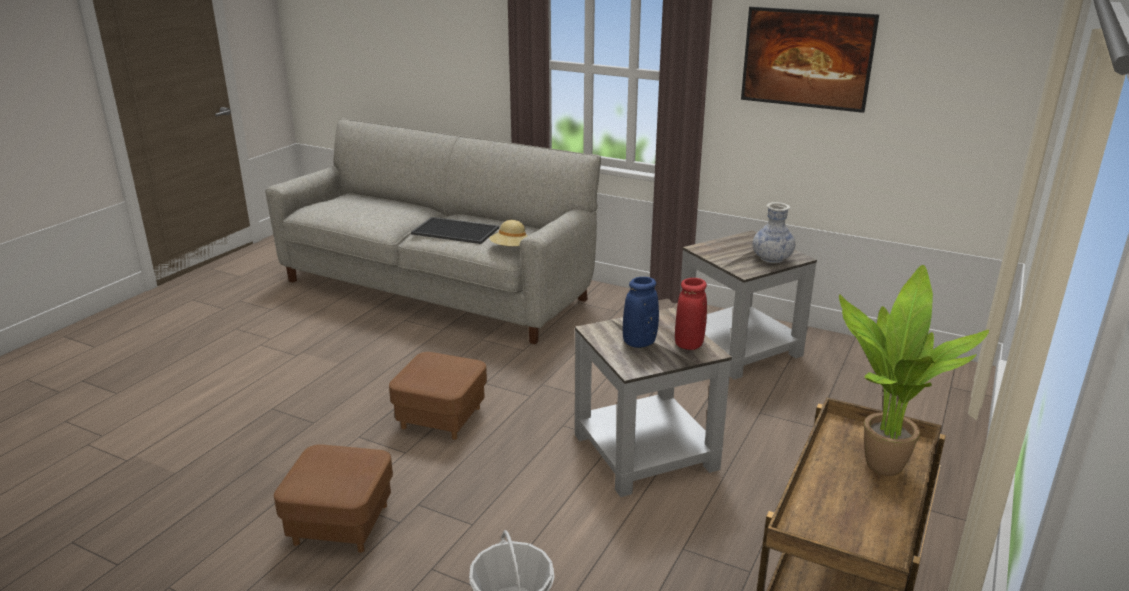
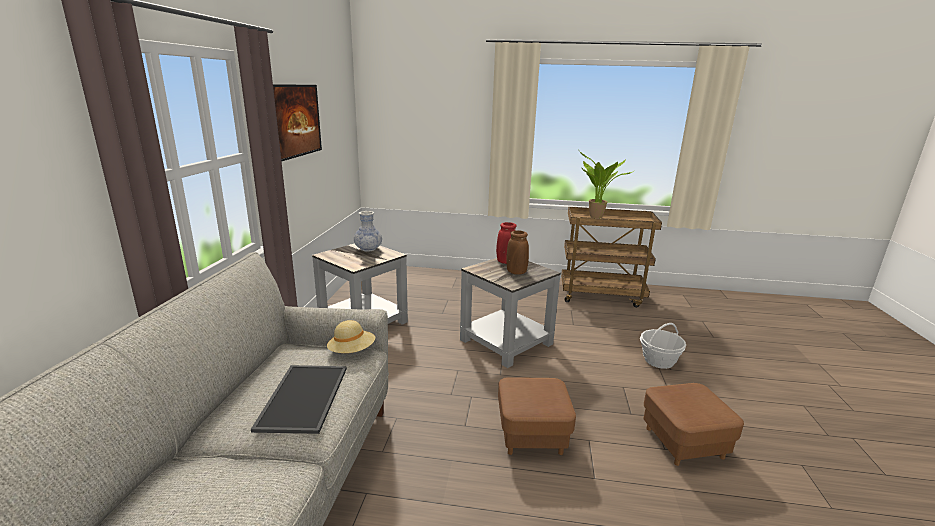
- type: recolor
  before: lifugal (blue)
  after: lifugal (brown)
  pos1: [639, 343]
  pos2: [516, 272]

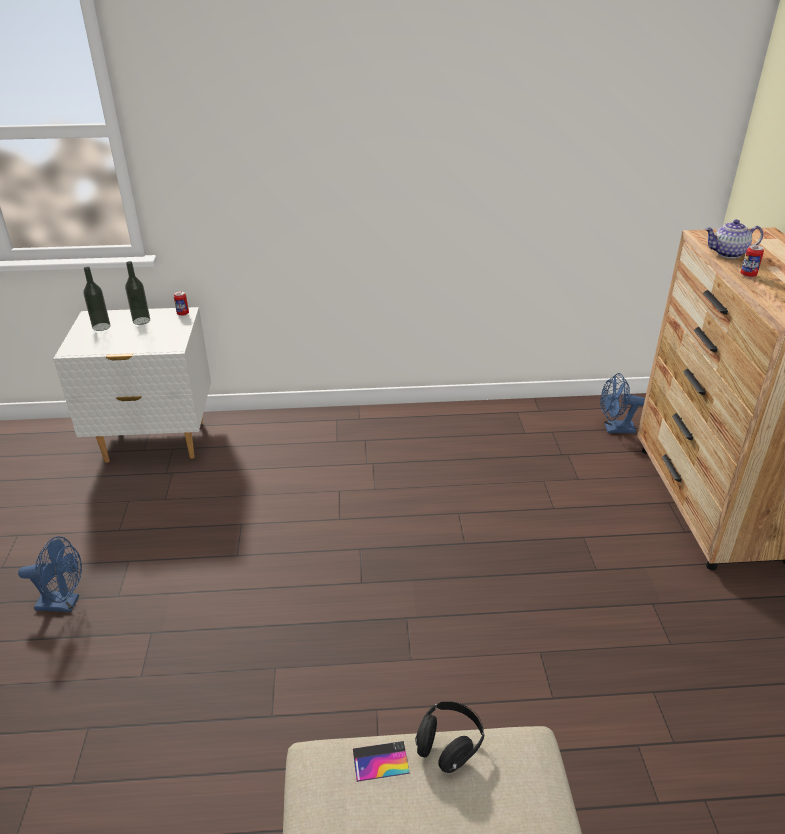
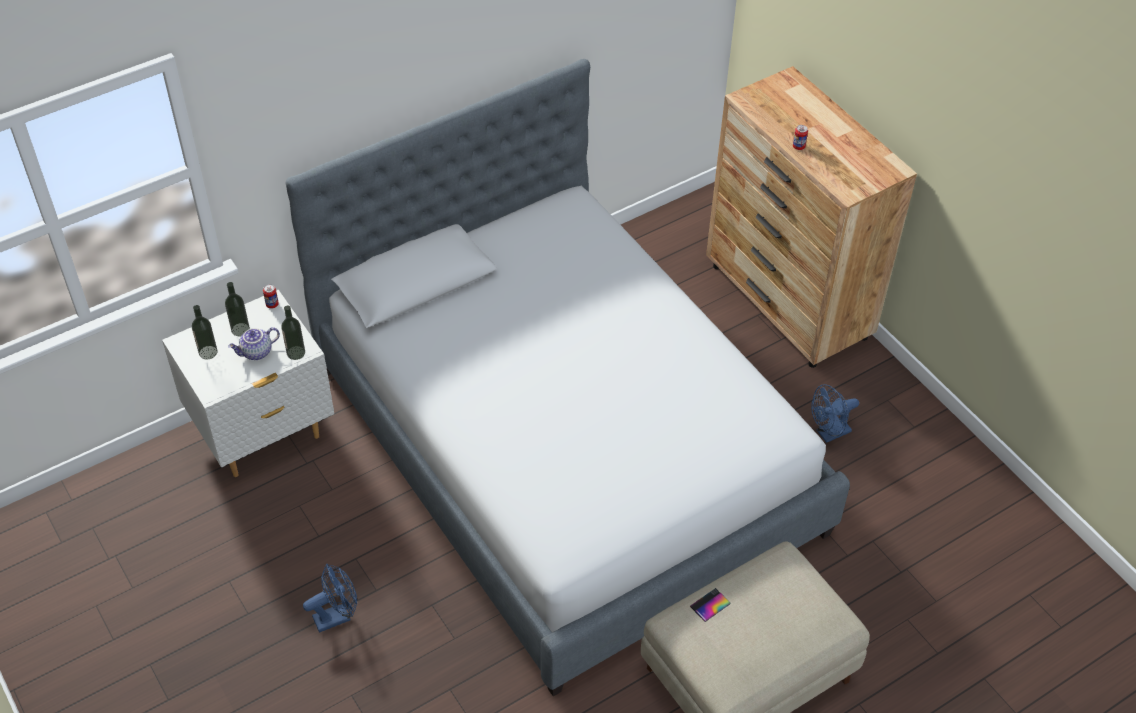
- type: move
  before: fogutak
  pos1: [728, 254]
  pos2: [256, 353]
- type: insert
  after: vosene
  pos2: [296, 353]
- type: insert
  after: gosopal
  pos2: [566, 449]
- type: move
  before: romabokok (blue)
  pos1: [614, 429]
  pos2: [829, 434]
- type: delete
  before: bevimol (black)
  pos1: [449, 745]

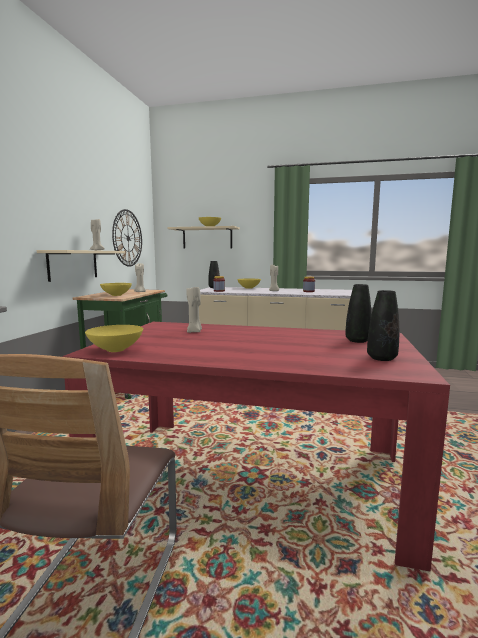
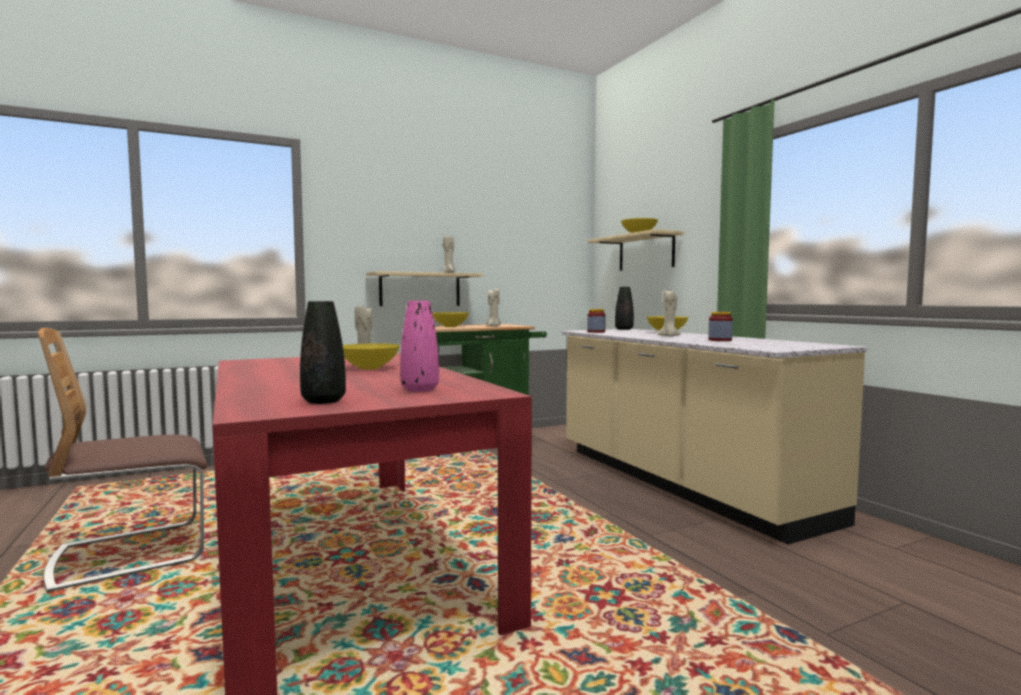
- type: move
  before: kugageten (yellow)
  pos1: [116, 349]
  pos2: [370, 368]
- type: recolor
  before: lifugal (black)
  after: lifugal (pink)
  pos1: [357, 340]
  pos2: [420, 389]
- type: delete
  before: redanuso
  pos1: [128, 238]

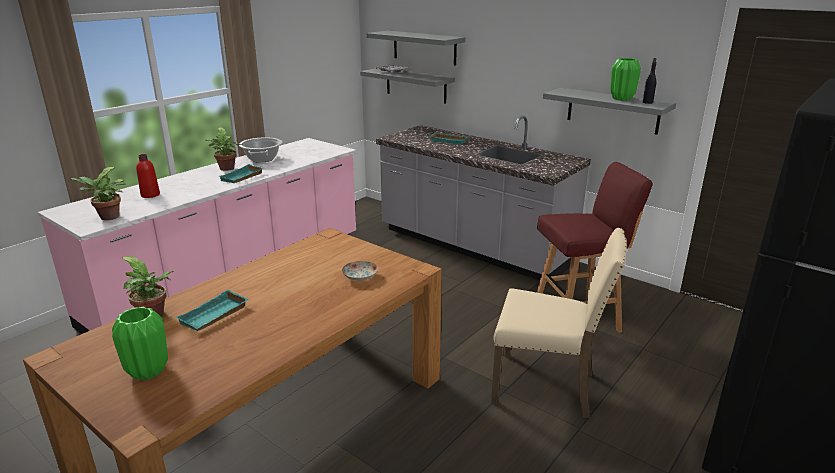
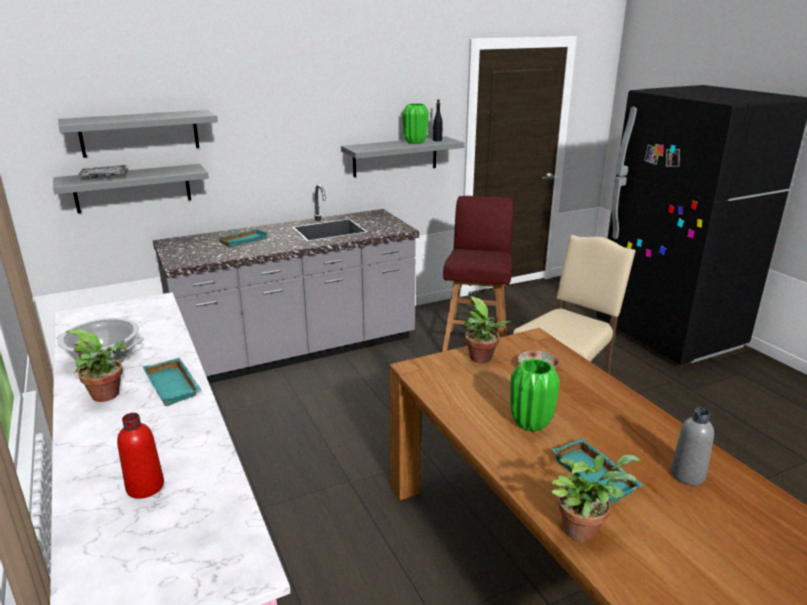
- type: move
  before: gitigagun
  pos1: [107, 217]
  pos2: [482, 359]
- type: move
  before: lifugal (green)
  pos1: [148, 371]
  pos2: [530, 423]
- type: insert
  after: vosene (grey)
  pos2: [687, 475]

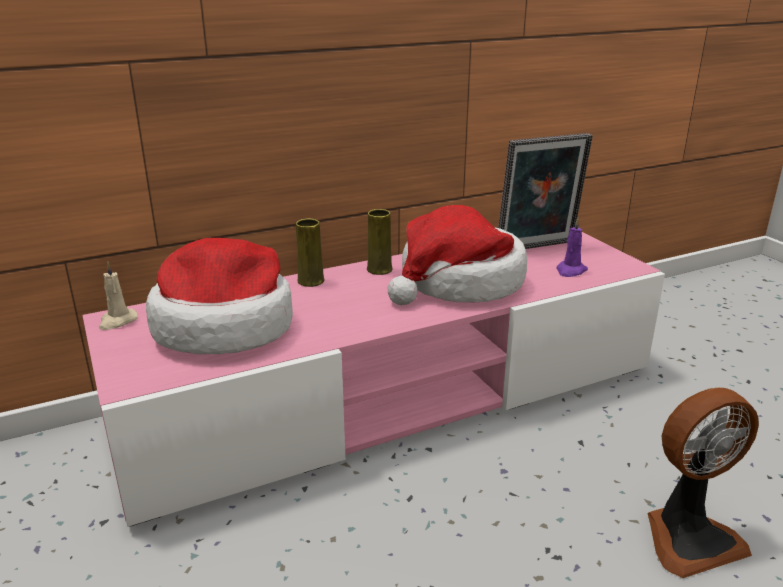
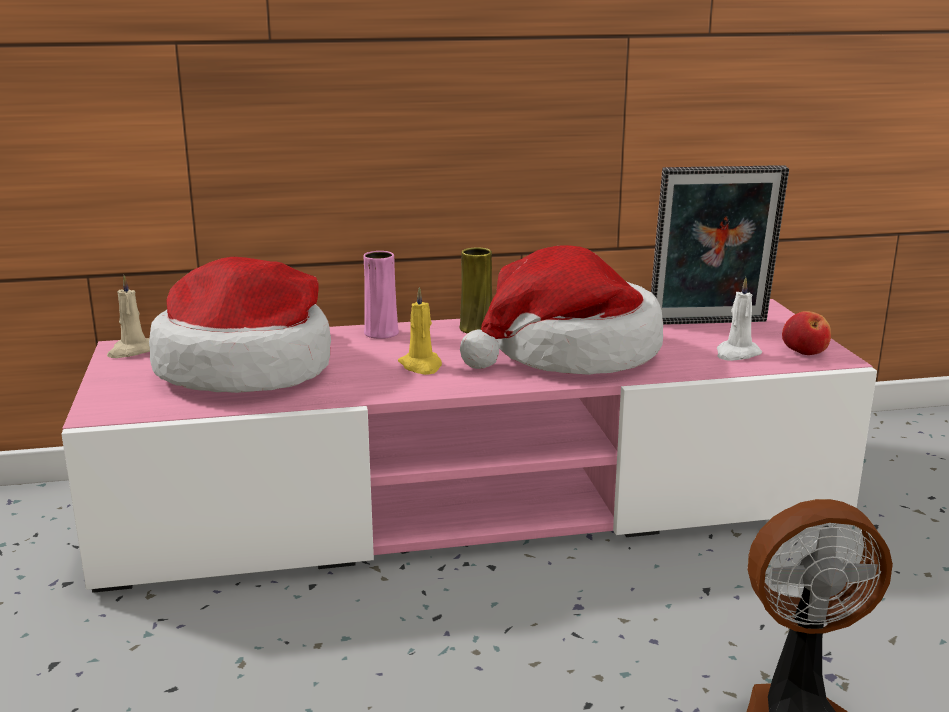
- type: recolor
  before: lifugal (yellow)
  after: lifugal (pink)
  pos1: [311, 281]
  pos2: [381, 333]
- type: insert
  after: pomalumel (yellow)
  pos2: [421, 366]
- type: recolor
  before: pomalumel (purple)
  after: pomalumel (white)
  pos1: [570, 271]
  pos2: [736, 354]
- type: insert
  after: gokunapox
  pos2: [804, 351]

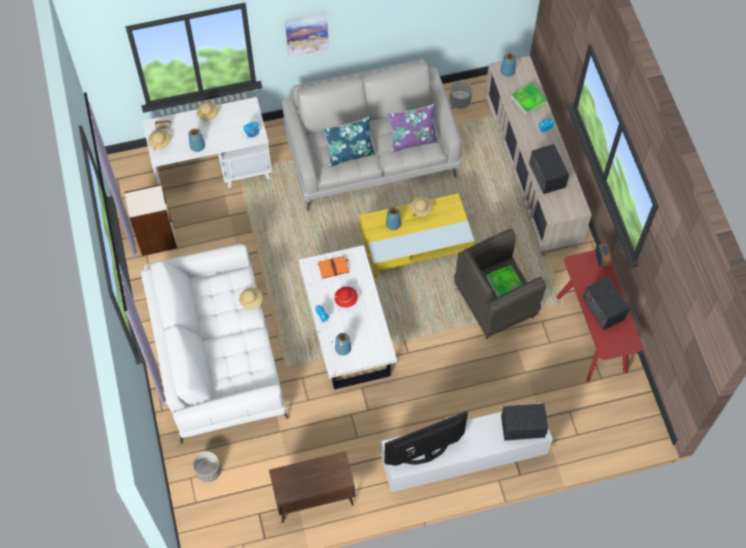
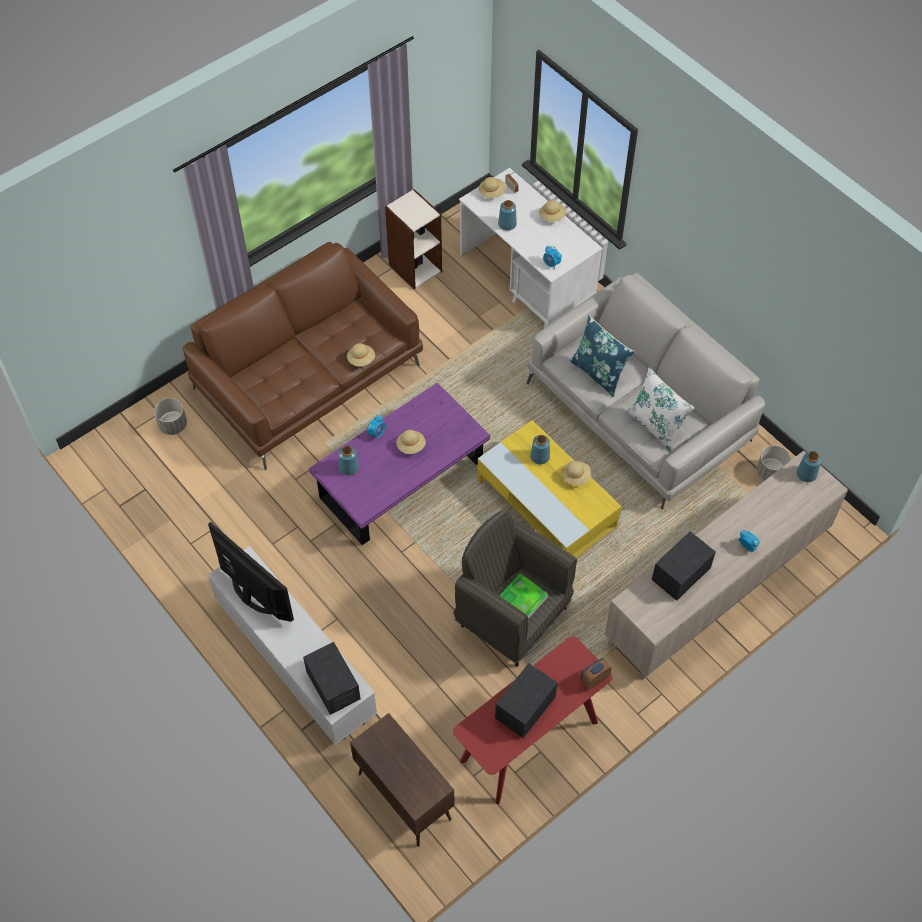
- type: recolor
  before: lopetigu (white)
  after: lopetigu (brown)
  pos1: [217, 354]
  pos2: [309, 376]
- type: recolor
  before: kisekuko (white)
  after: kisekuko (purple)
  pos1: [347, 327]
  pos2: [402, 479]
- type: move
  before: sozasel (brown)
  pos1: [313, 499]
  pos2: [403, 796]
- type: recolor
  before: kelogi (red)
  after: kelogi (beige)
  pos1: [346, 299]
  pos2: [411, 446]
- type: recolor
  before: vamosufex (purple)
  after: vamosufex (white)
  pos1: [412, 140]
  pos2: [656, 425]
- type: delete
  before: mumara
  pos1: [306, 34]
- type: delete
  before: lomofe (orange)
  pos1: [334, 267]
- type: delete
  before: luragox
  pos1: [528, 100]

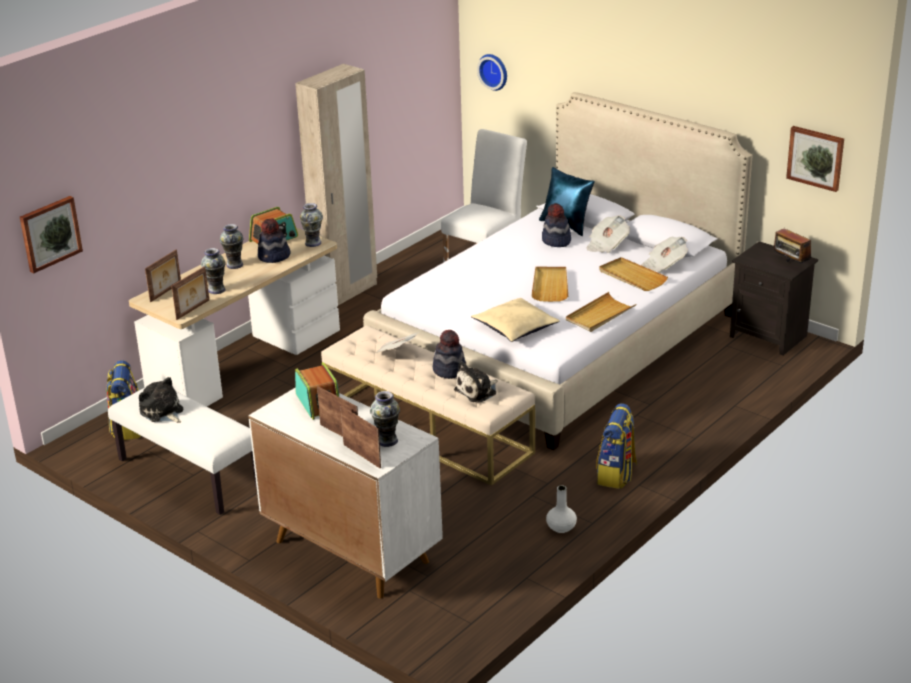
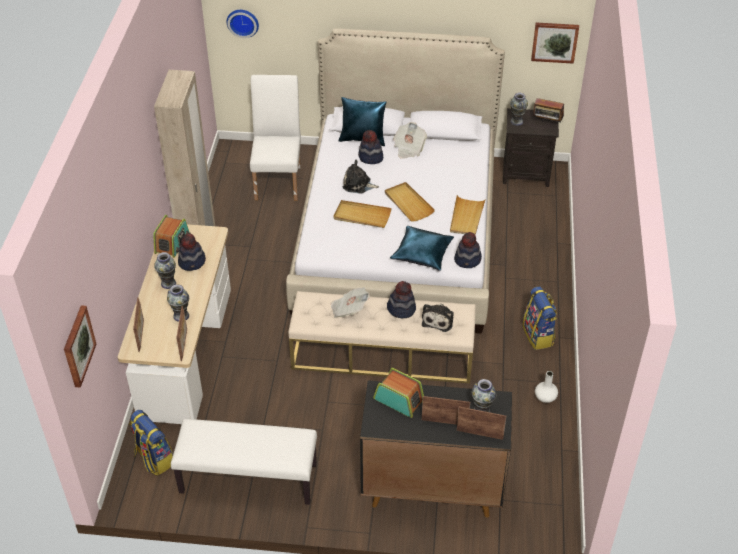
- type: move
  before: luragox (beige)
  pos1: [632, 277]
  pos2: [362, 216]
- type: move
  before: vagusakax
  pos1: [162, 412]
  pos2: [358, 185]
- type: recolor
  before: sozasel (white)
  after: sozasel (black)
  pos1: [350, 551]
  pos2: [431, 487]
- type: recolor
  before: vamosufex (beige)
  after: vamosufex (blue)
  pos1: [516, 328]
  pos2: [422, 253]
- type: insert
  after: kelogi
  pos2: [468, 260]
- type: move
  before: lifugal
  pos1: [312, 243]
  pos2: [516, 121]
- type: delete
  before: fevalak
  pos1: [664, 265]

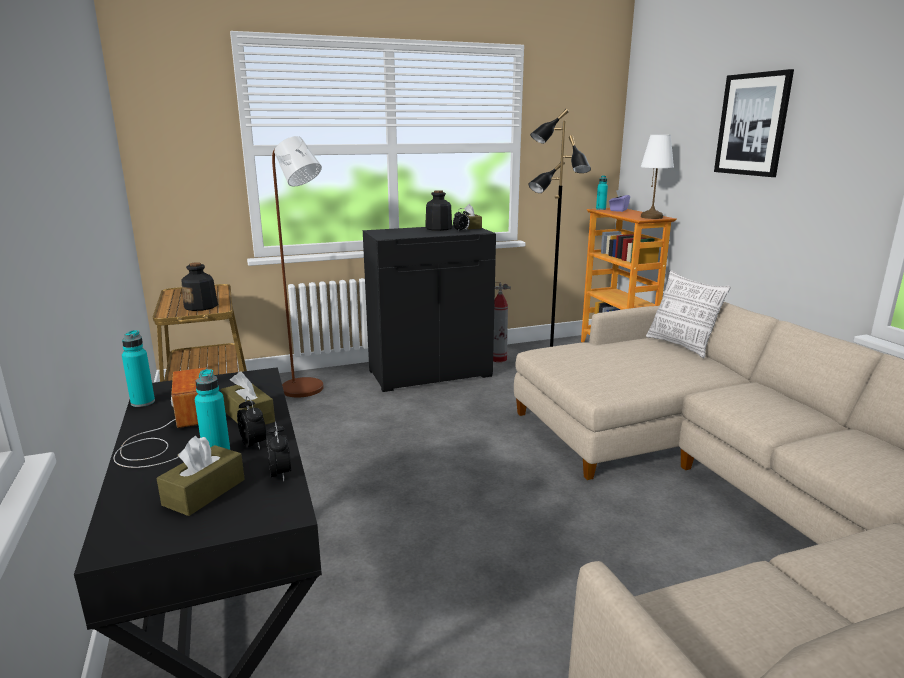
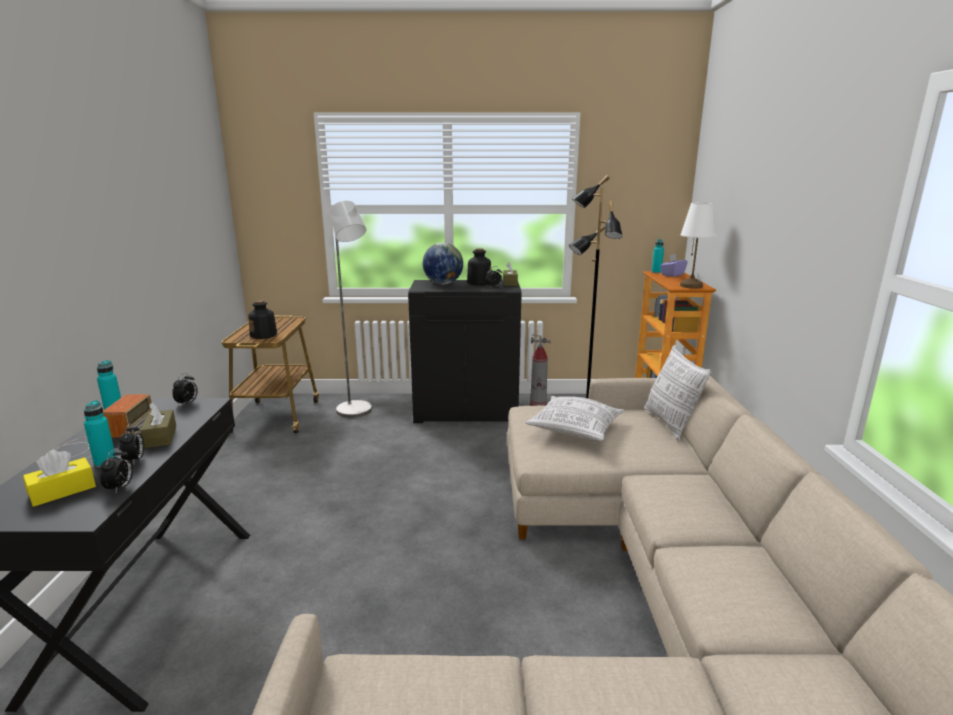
- type: recolor
  before: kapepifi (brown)
  after: kapepifi (yellow)
  pos1: [204, 492]
  pos2: [62, 491]
- type: insert
  after: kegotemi
  pos2: [187, 403]
- type: recolor
  before: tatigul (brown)
  after: tatigul (grey)
  pos1: [308, 390]
  pos2: [357, 412]
- type: insert
  after: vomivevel
  pos2: [443, 283]
- type: insert
  after: vamosufex
  pos2: [574, 429]
- type: delete
  before: mumara
  pos1: [752, 124]

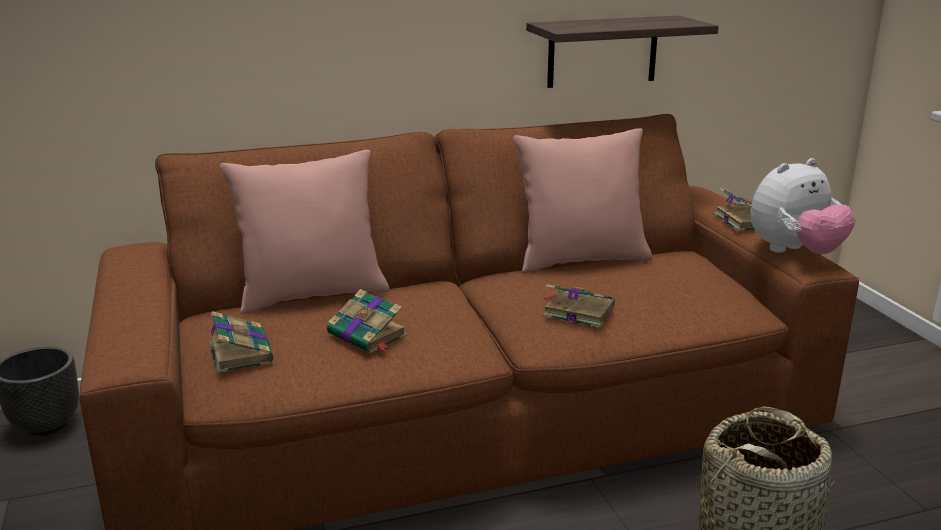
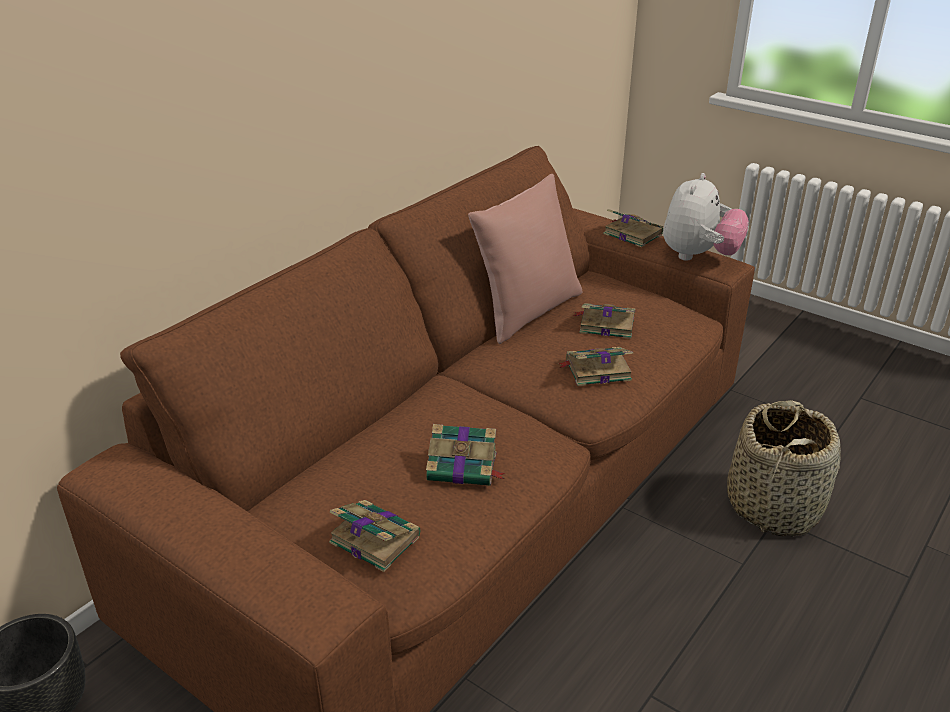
- type: insert
  after: lomofe
  pos2: [605, 324]
- type: delete
  before: vamosufex (pink)
  pos1: [312, 295]
- type: delete
  before: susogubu
  pos1: [602, 51]

